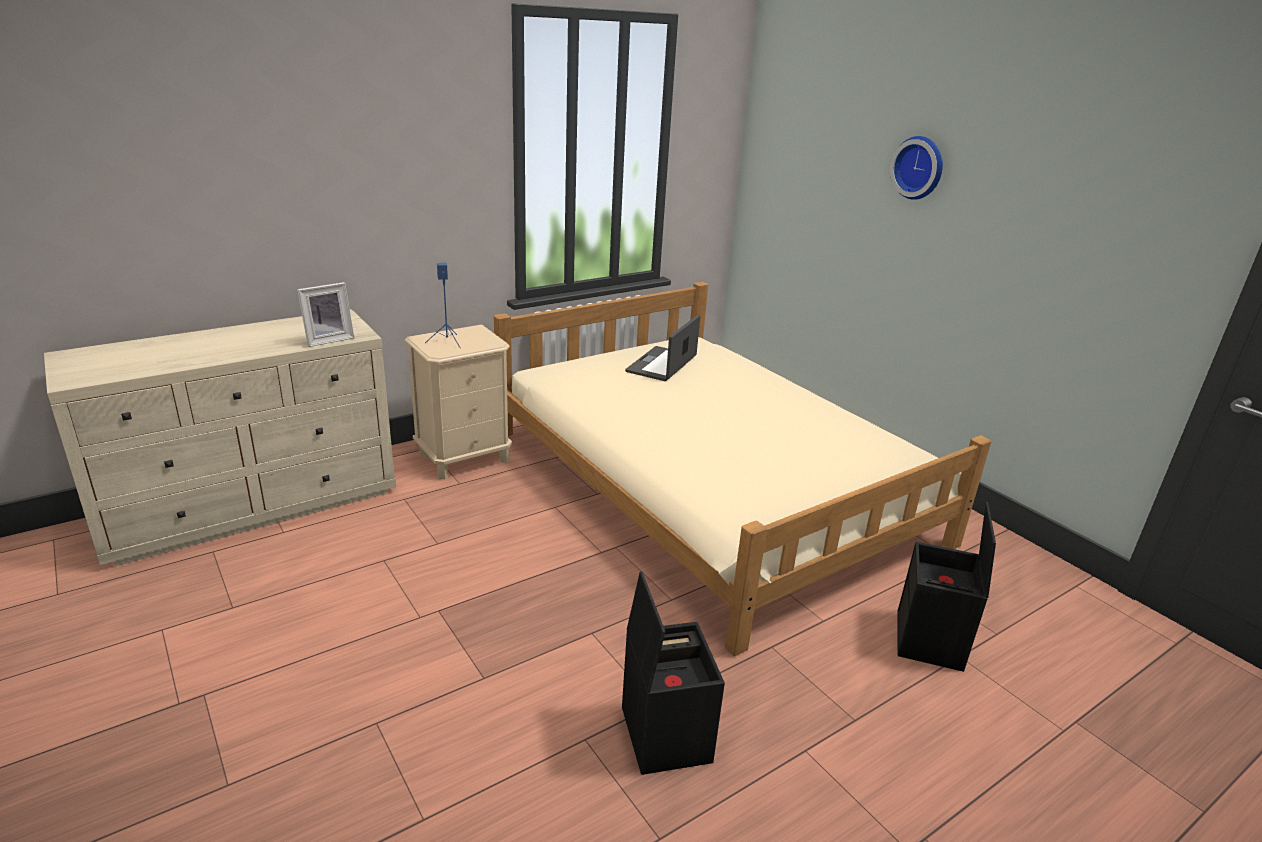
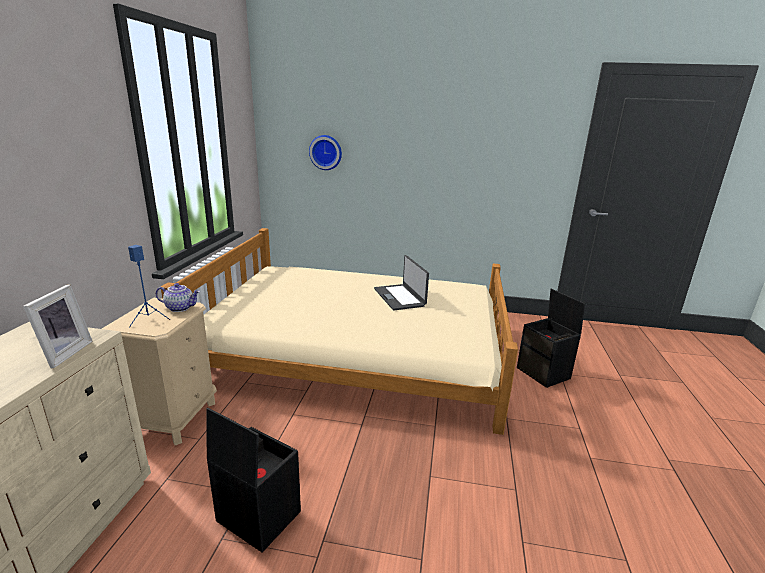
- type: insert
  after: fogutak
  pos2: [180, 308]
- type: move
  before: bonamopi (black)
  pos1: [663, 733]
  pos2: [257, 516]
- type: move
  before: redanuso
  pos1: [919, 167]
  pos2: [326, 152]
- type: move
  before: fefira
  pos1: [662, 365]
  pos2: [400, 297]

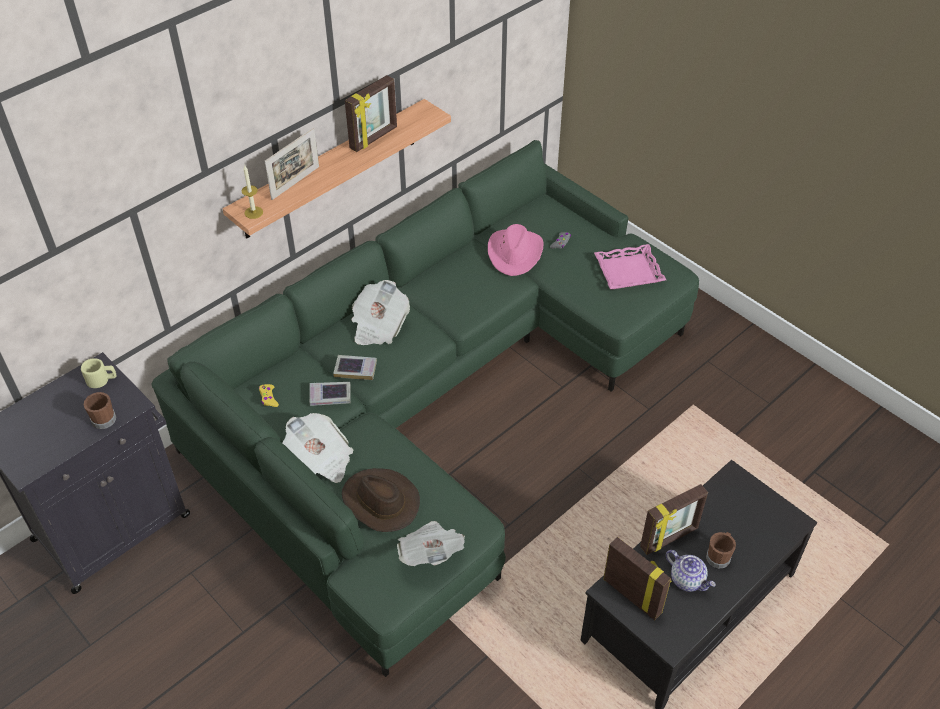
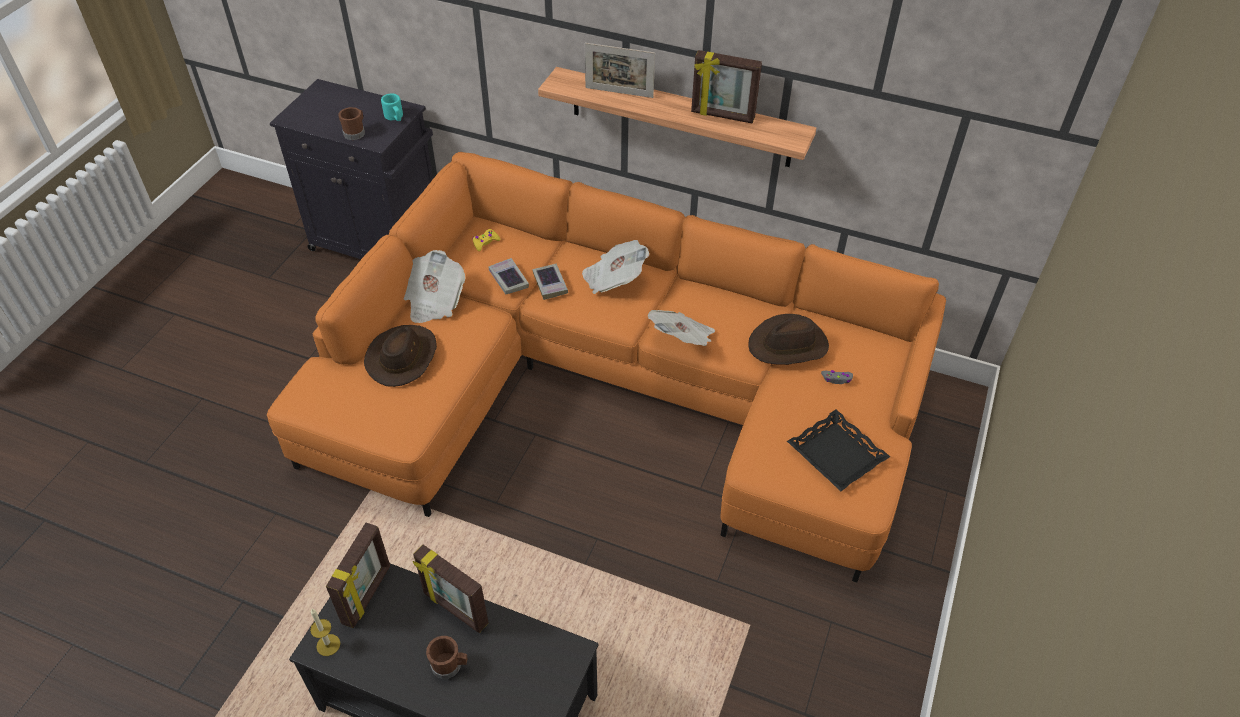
- type: recolor
  before: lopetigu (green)
  after: lopetigu (orange)
  pos1: [432, 401]
  pos2: [617, 388]
- type: move
  before: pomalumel
  pos1: [253, 212]
  pos2: [328, 645]
- type: recolor
  before: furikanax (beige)
  after: furikanax (turquoise)
  pos1: [102, 380]
  pos2: [395, 117]
- type: move
  before: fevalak
  pos1: [430, 553]
  pos2: [682, 339]
- type: recolor
  before: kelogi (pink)
  after: kelogi (brown)
  pos1: [515, 253]
  pos2: [788, 345]
- type: recolor
  before: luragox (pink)
  after: luragox (black)
  pos1: [628, 271]
  pos2: [837, 454]
- type: delete
  before: fogutak
  pos1: [687, 580]

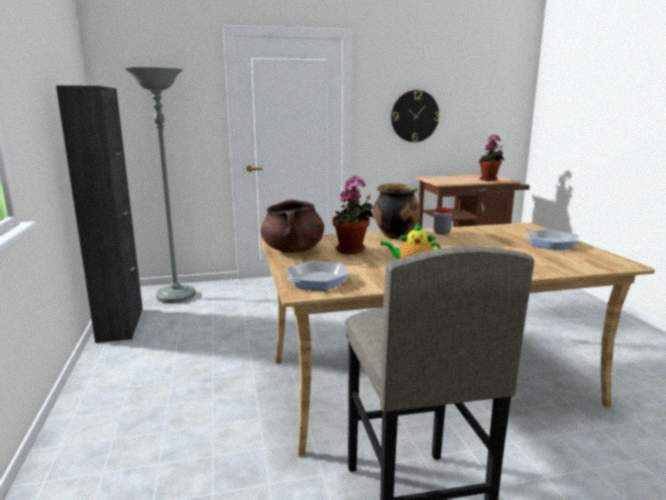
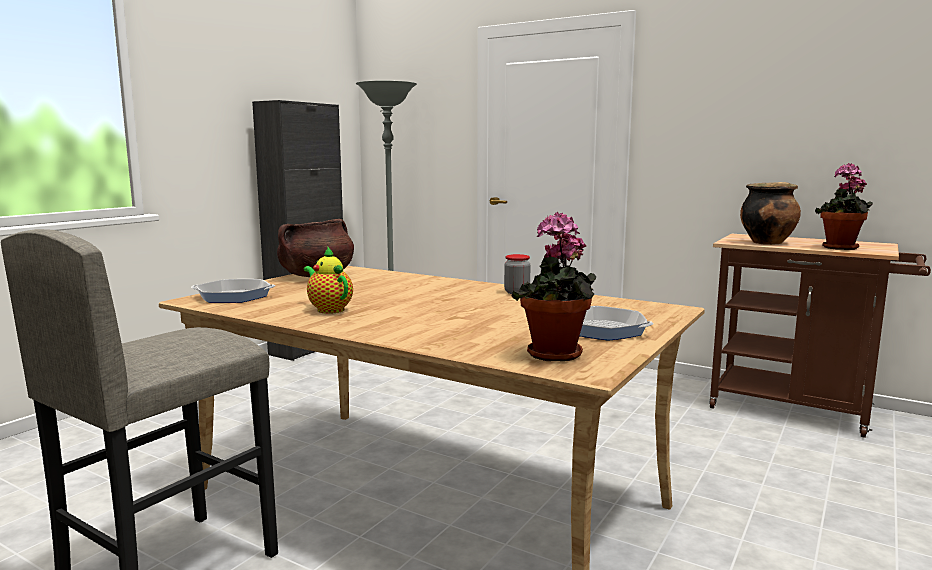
- type: move
  before: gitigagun
  pos1: [352, 250]
  pos2: [555, 356]
- type: move
  before: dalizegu
  pos1: [395, 236]
  pos2: [767, 242]
- type: delete
  before: redanuso
  pos1: [414, 116]

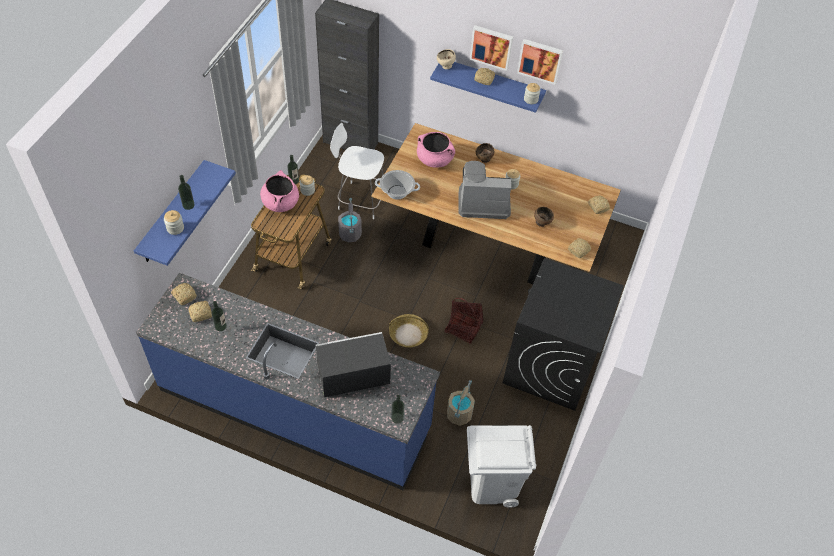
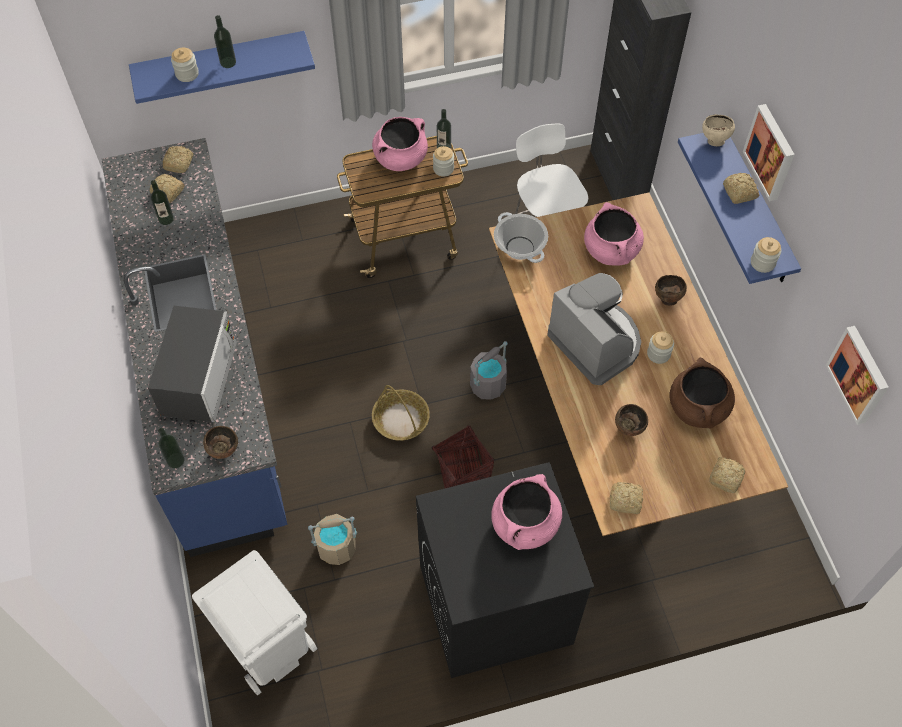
- type: rotate
  before: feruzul
  pos1: [352, 375]
  pos2: [199, 378]
  turn: 60
- type: insert
  after: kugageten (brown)
  pos2: [223, 451]
- type: move
  before: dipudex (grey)
  pos1: [350, 234]
  pos2: [487, 385]
- type: insert
  after: dalizegu (pink)
  pos2: [525, 524]
- type: insert
  after: dalizegu (brown)
  pos2: [698, 408]
- type: move
  before: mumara
  pos1: [540, 60]
  pos2: [860, 374]

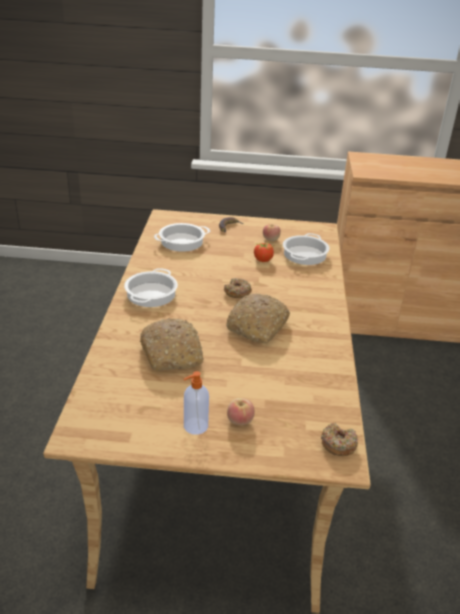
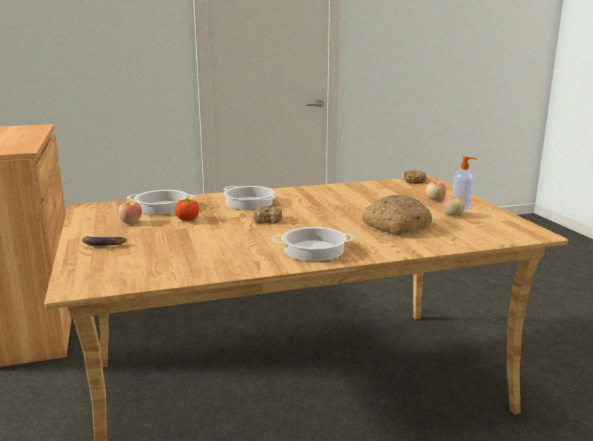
- type: move
  before: dalizegu
  pos1: [181, 242]
  pos2: [249, 203]
- type: insert
  after: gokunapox
  pos2: [452, 215]
- type: delete
  before: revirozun
  pos1: [257, 326]

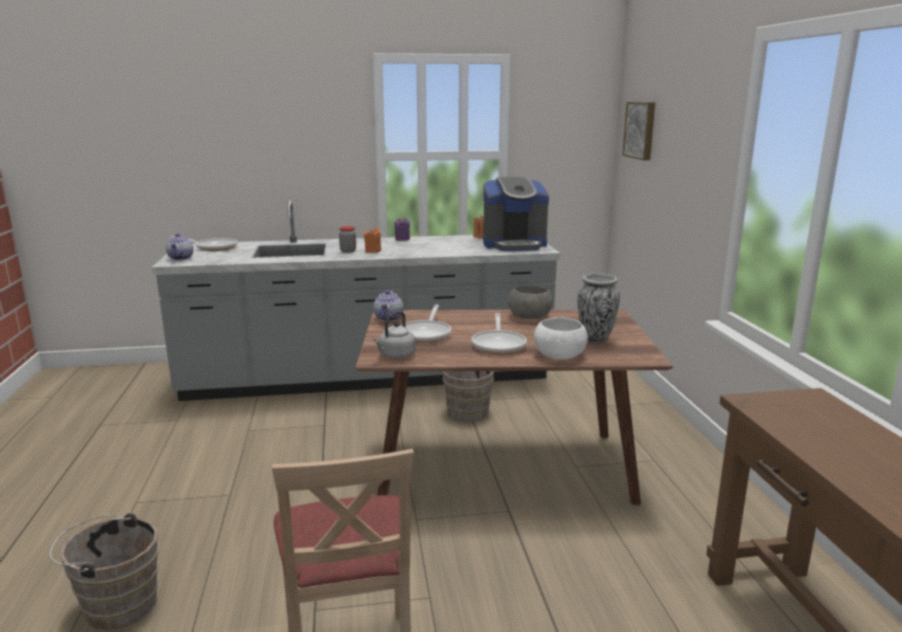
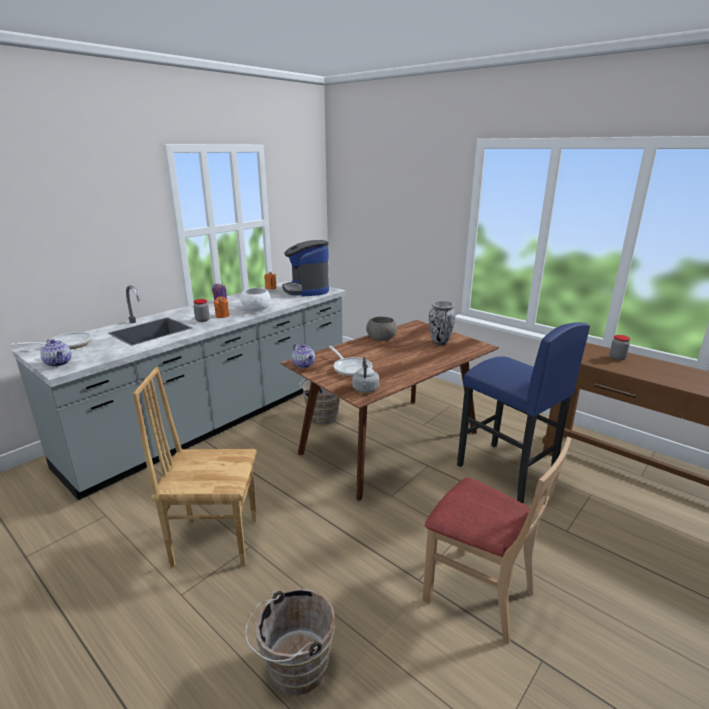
- type: insert
  after: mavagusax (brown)
  pos2: [215, 541]
- type: move
  before: kugageten (white)
  pos1: [559, 355]
  pos2: [256, 309]
- type: rotate
  before: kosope
  pos1: [514, 245]
  pos2: [306, 290]
  turn: 120
- type: insert
  after: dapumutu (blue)
  pos2: [505, 472]
- type: insert
  after: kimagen
  pos2: [617, 357]
- type: delete
  before: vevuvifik
  pos1: [499, 345]
- type: delete
  before: mumara
  pos1: [641, 130]

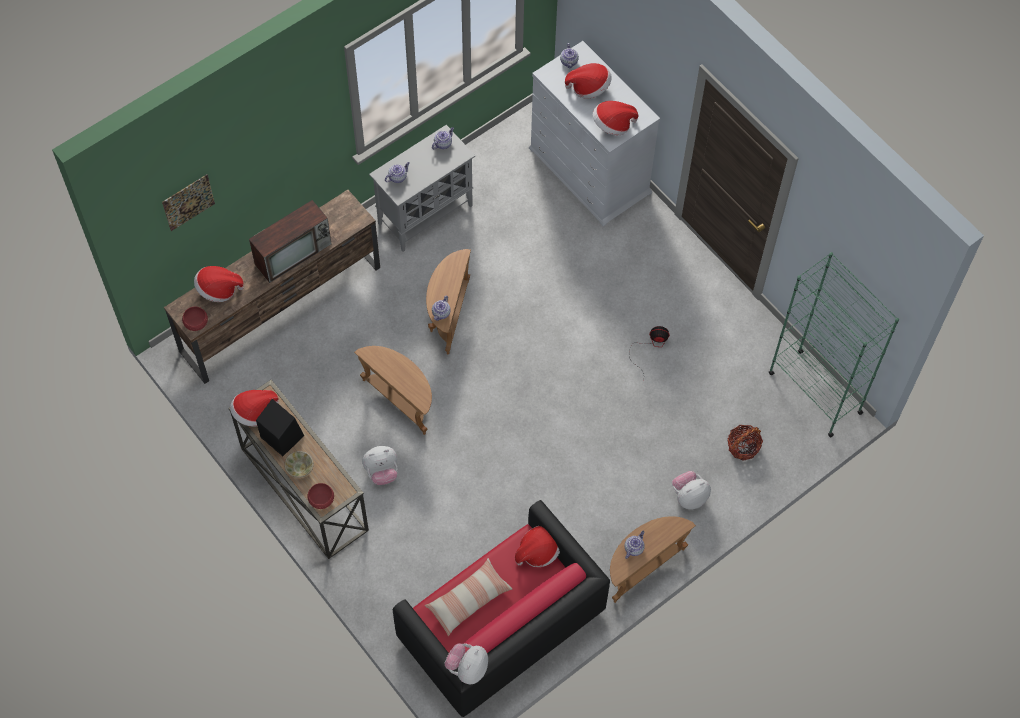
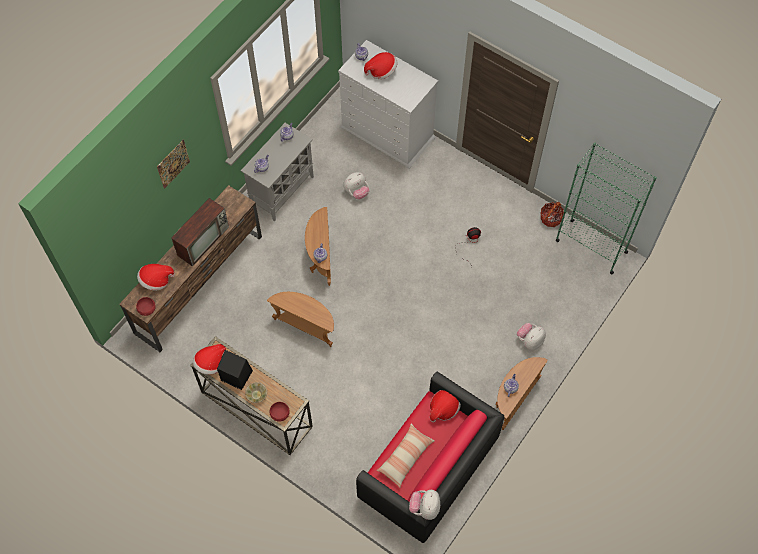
- type: move
  before: mumara
  pos1: [188, 202]
  pos2: [173, 164]
- type: move
  before: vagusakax
  pos1: [382, 472]
  pos2: [356, 192]
- type: move
  before: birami
  pos1: [743, 447]
  pos2: [551, 218]
- type: delete
  before: kelogi
  pos1: [612, 125]

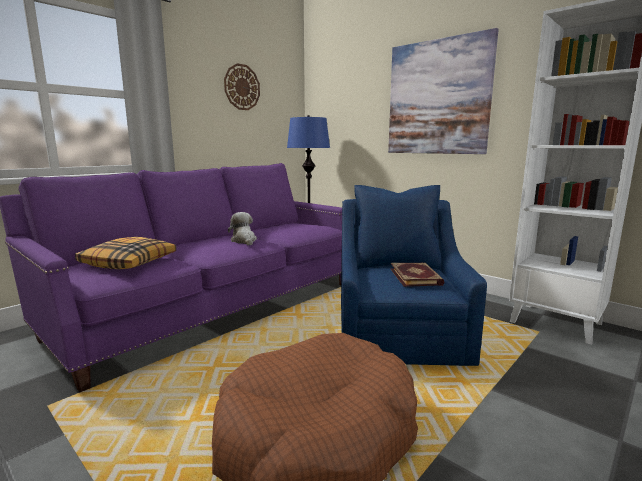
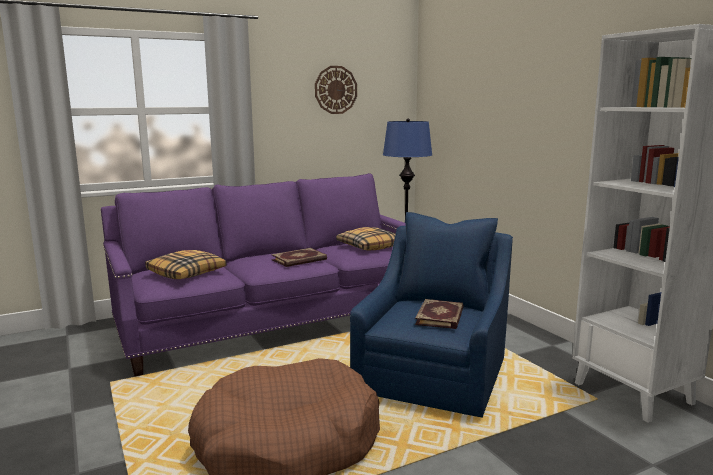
- type: replace
  before: vagusakax
  after: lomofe
  pos1: [244, 241]
  pos2: [299, 260]
- type: insert
  after: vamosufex
  pos2: [369, 246]
- type: delete
  before: mumara
  pos1: [437, 98]

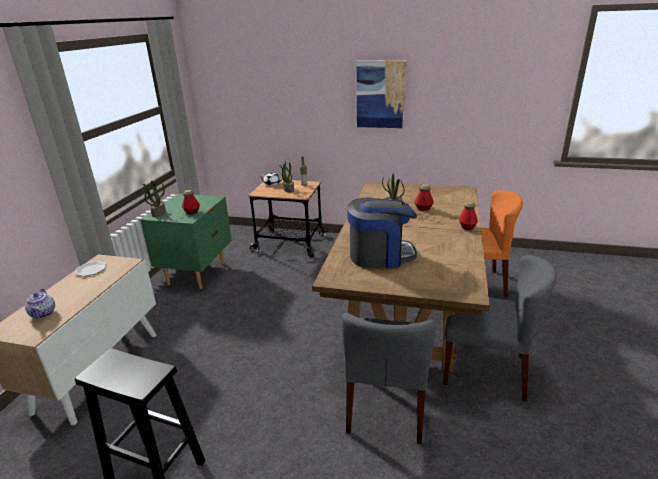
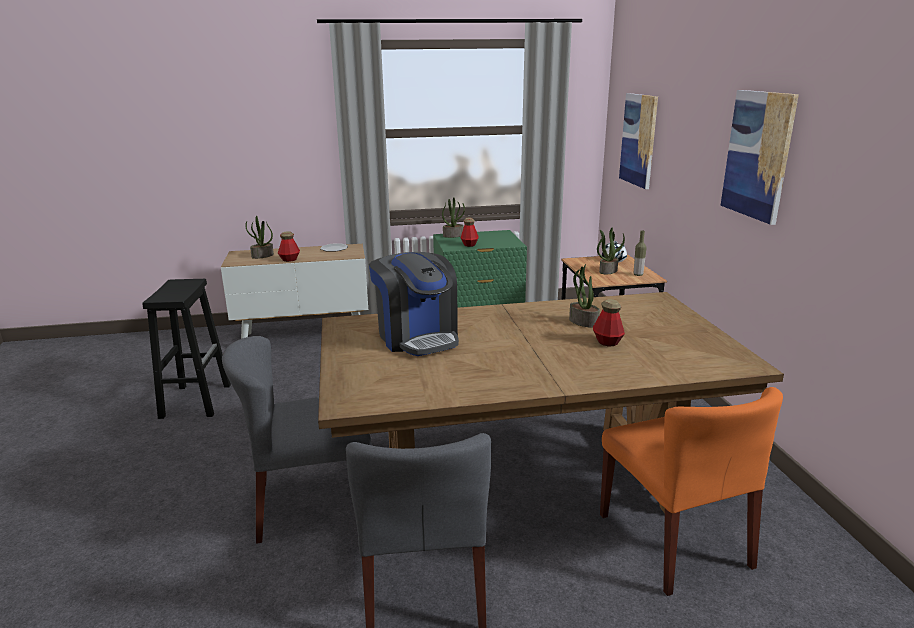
- type: replace
  before: fogutak
  after: gitigagun
  pos1: [43, 314]
  pos2: [262, 256]
- type: move
  before: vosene
  pos1: [467, 227]
  pos2: [289, 259]
- type: insert
  after: mumara
  pos2: [638, 140]

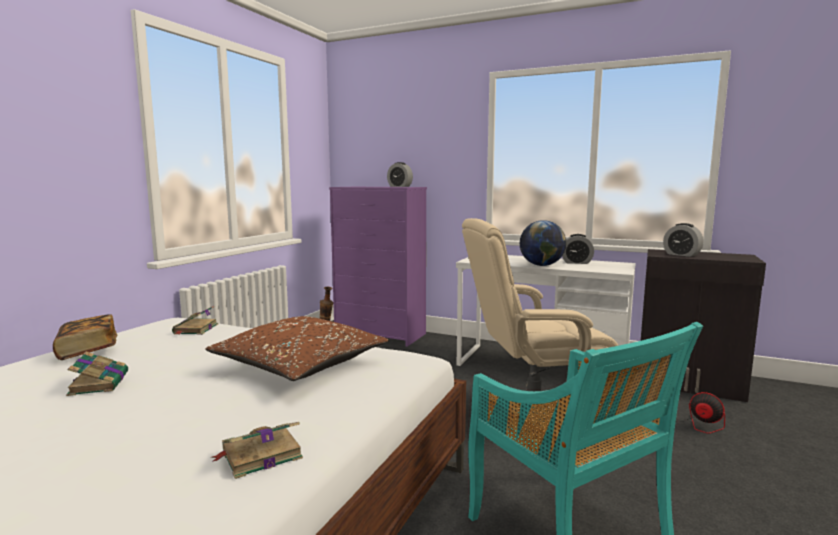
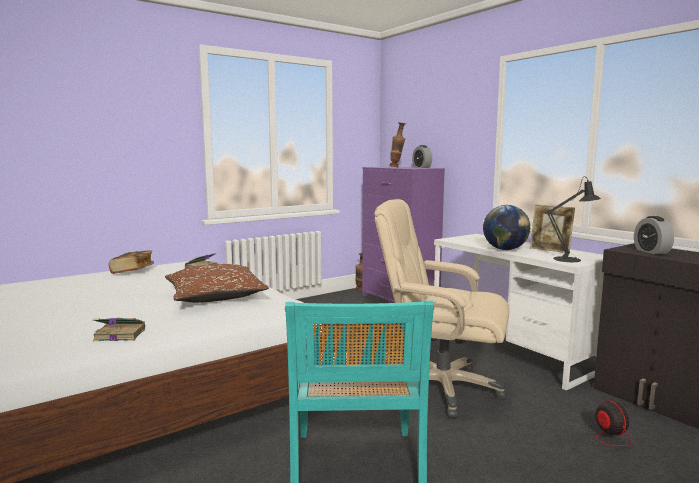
- type: insert
  after: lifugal
  pos2: [397, 167]
- type: replace
  before: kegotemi
  after: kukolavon
  pos1: [576, 262]
  pos2: [550, 250]
- type: insert
  after: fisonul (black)
  pos2: [571, 259]
- type: delete
  before: lomofe
  pos1: [99, 383]

